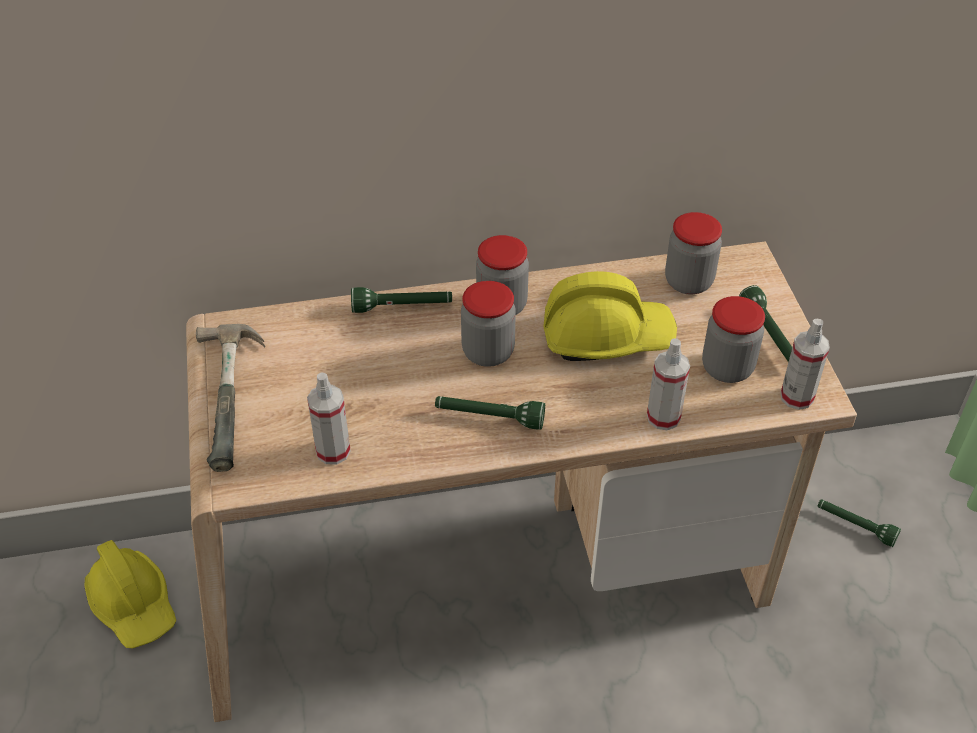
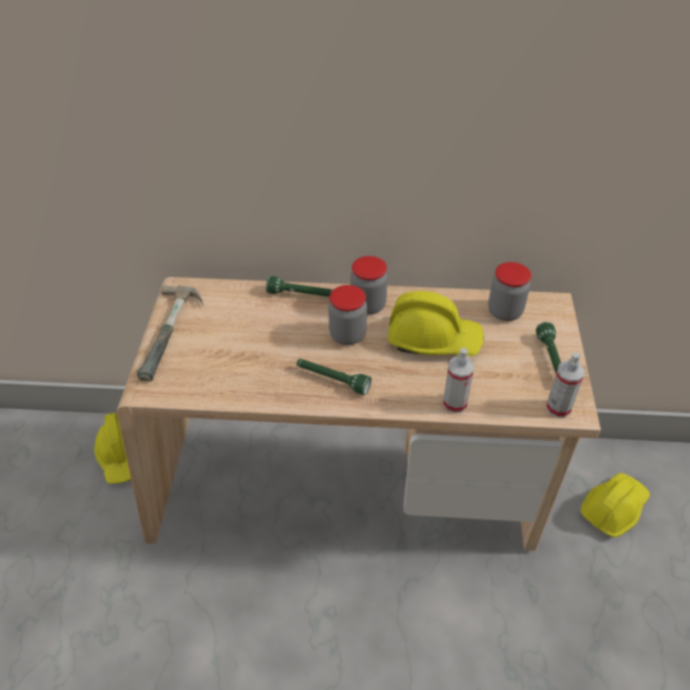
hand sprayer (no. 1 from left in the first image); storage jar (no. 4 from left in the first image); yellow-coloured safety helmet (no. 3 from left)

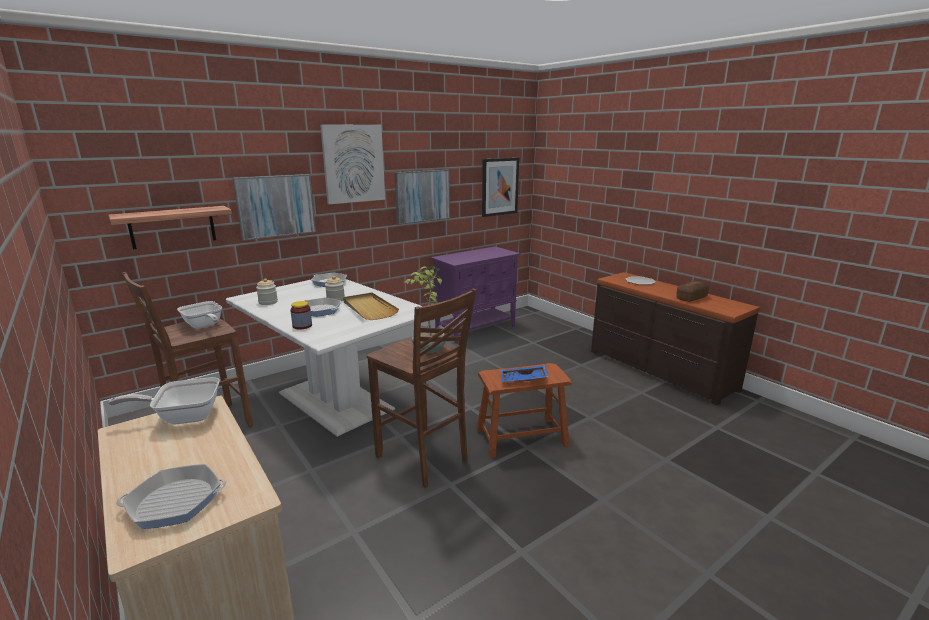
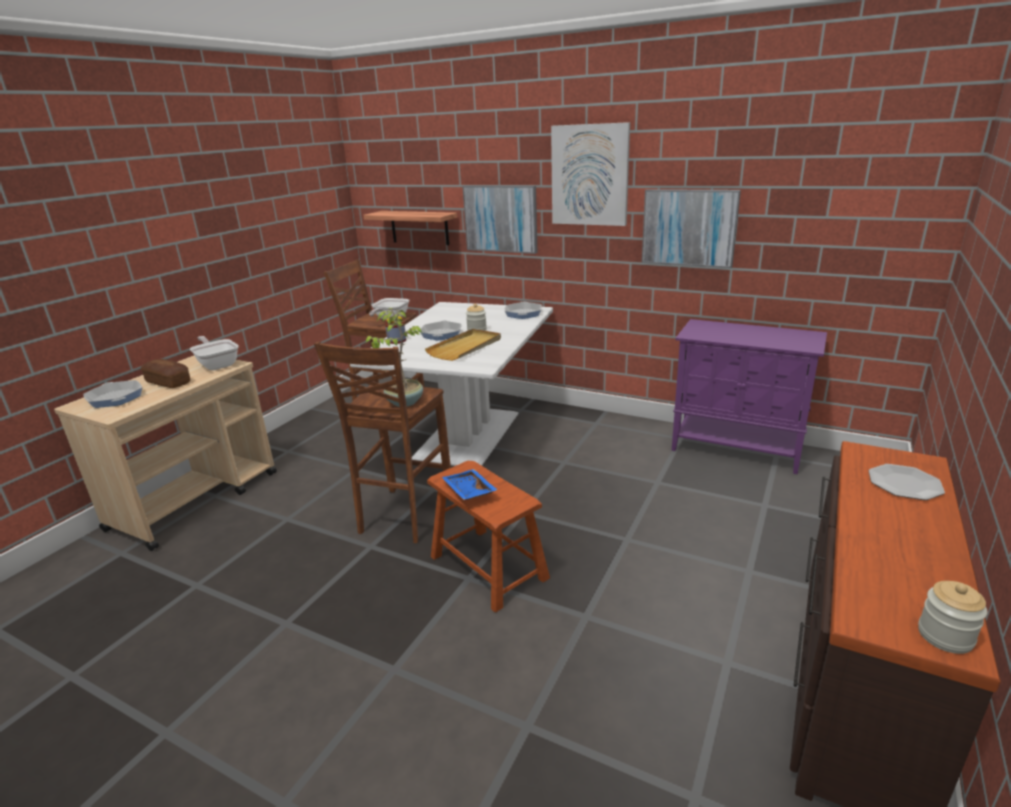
storage jar (no. 3 from left); wall picture (no. 4 from left in the first image); bread

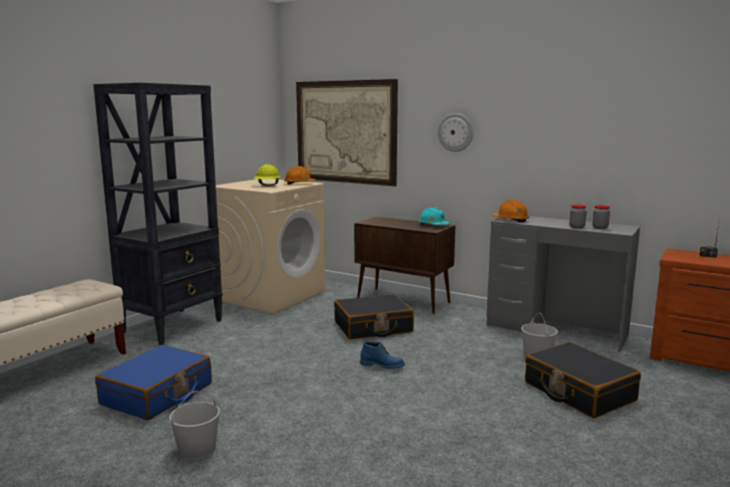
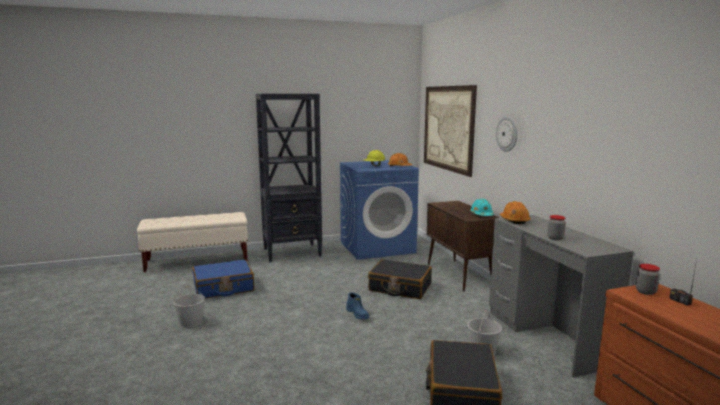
bluish washing machine; storage jar (no. 2 from left)

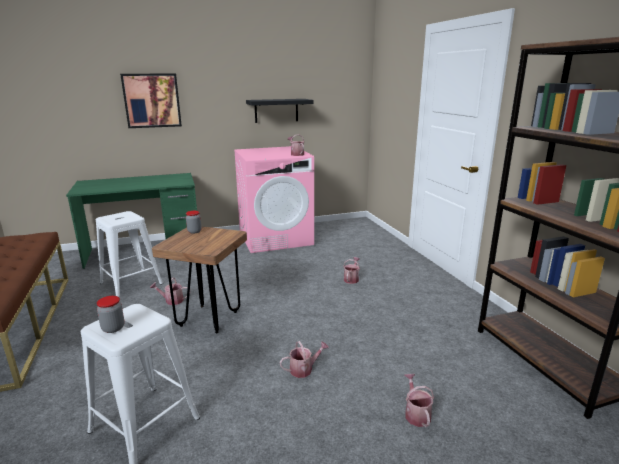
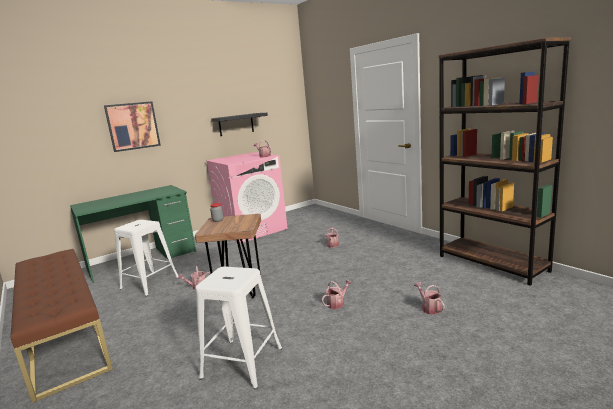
storage jar (no. 1 from left in the first image)

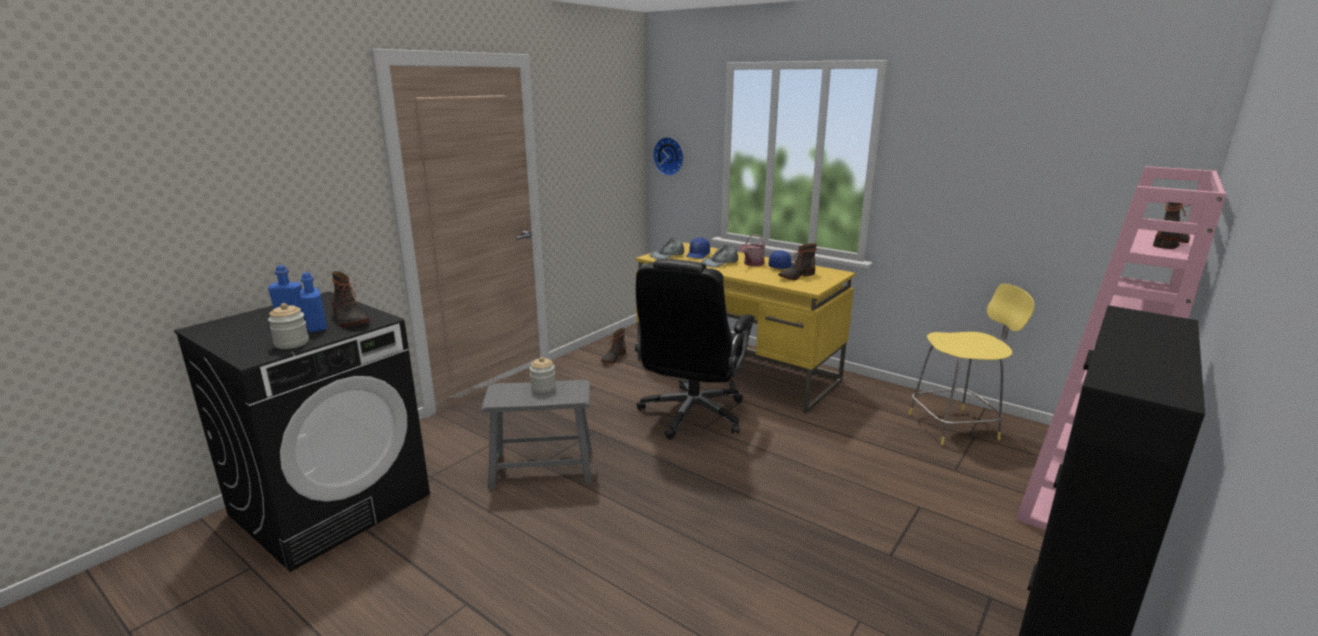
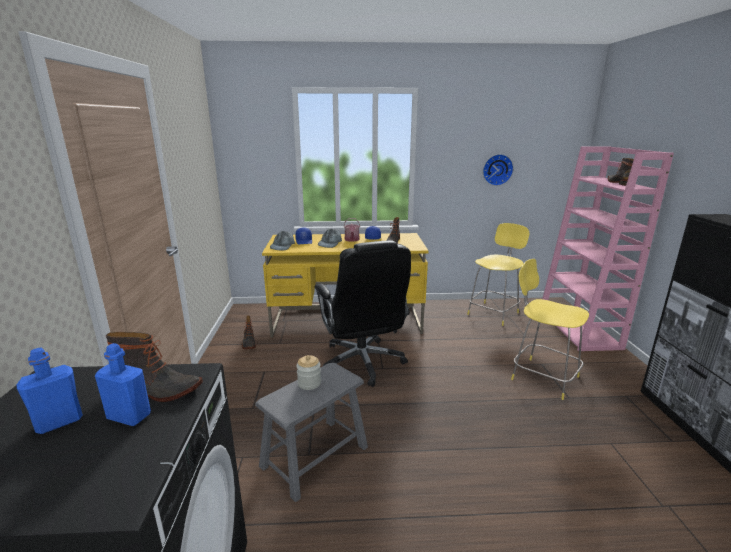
storage jar (no. 1 from left in the first image); hanging clock; yellow-coloured stool (no. 2 from left)

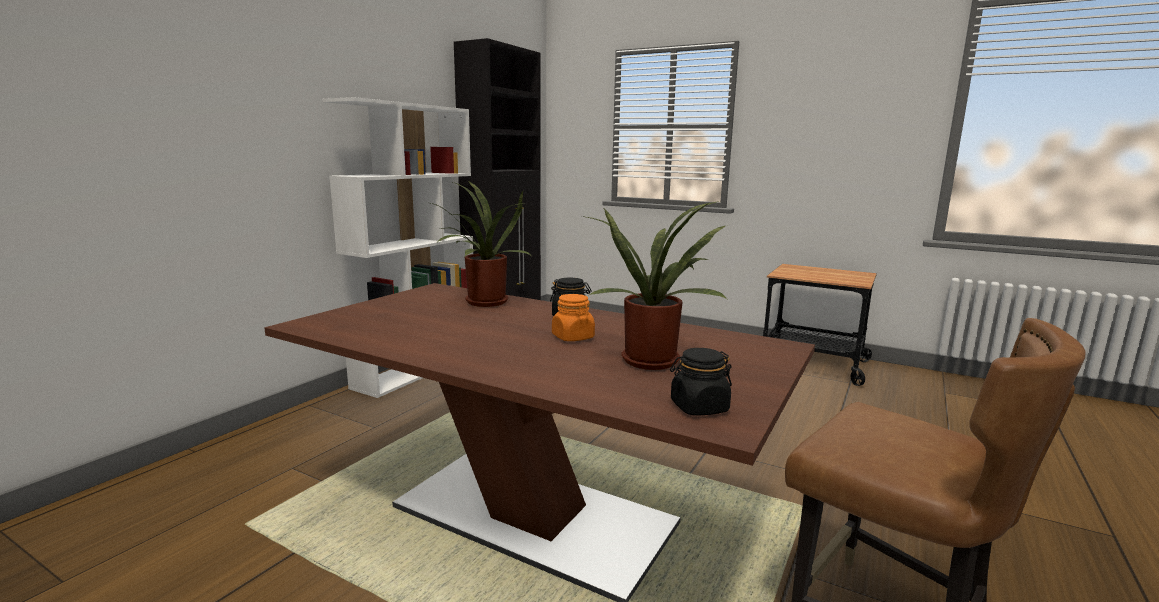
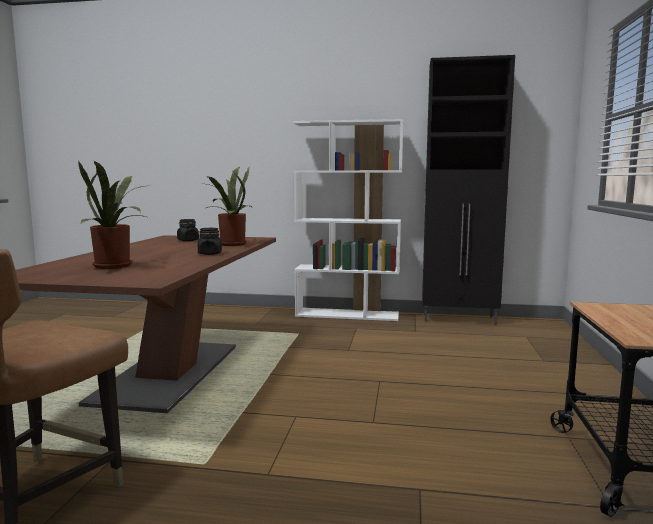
orange storage jar; blackish storage jar (no. 1 from left)

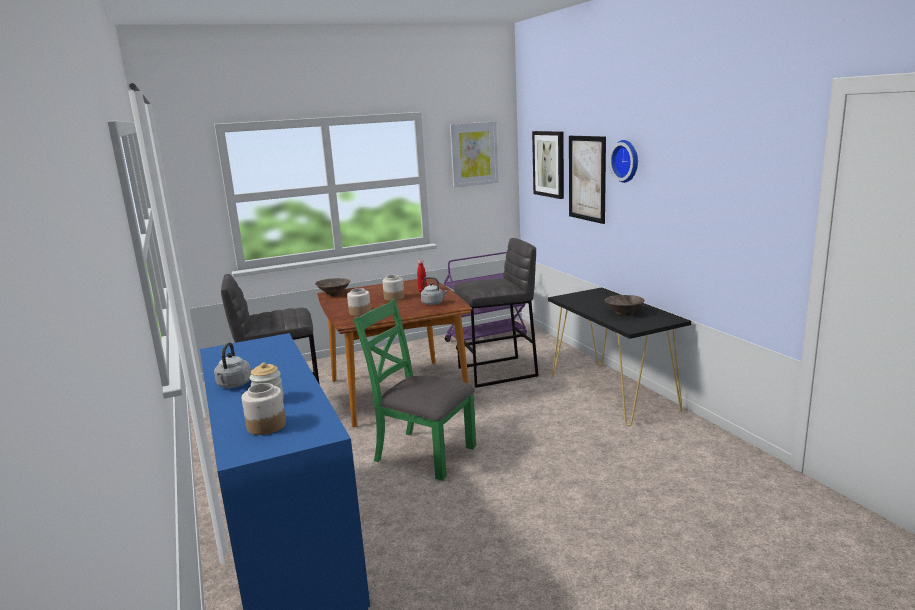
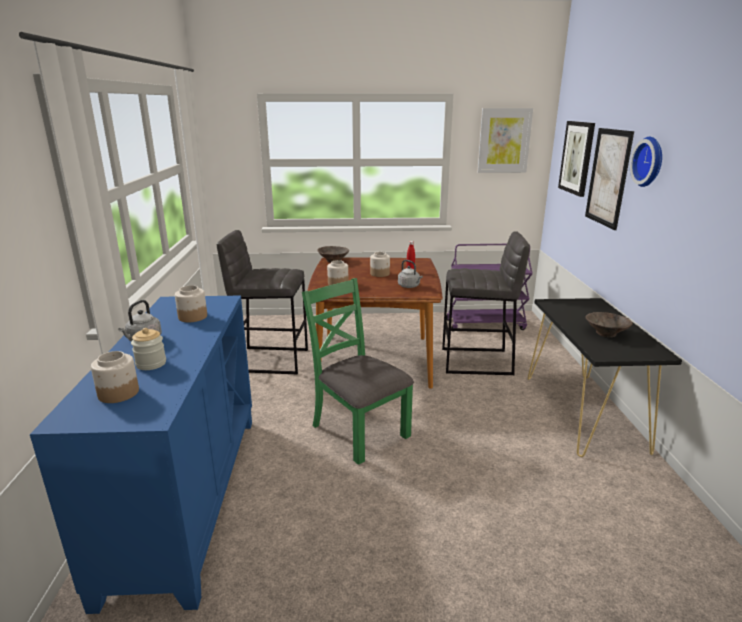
storage jar (no. 3 from left)

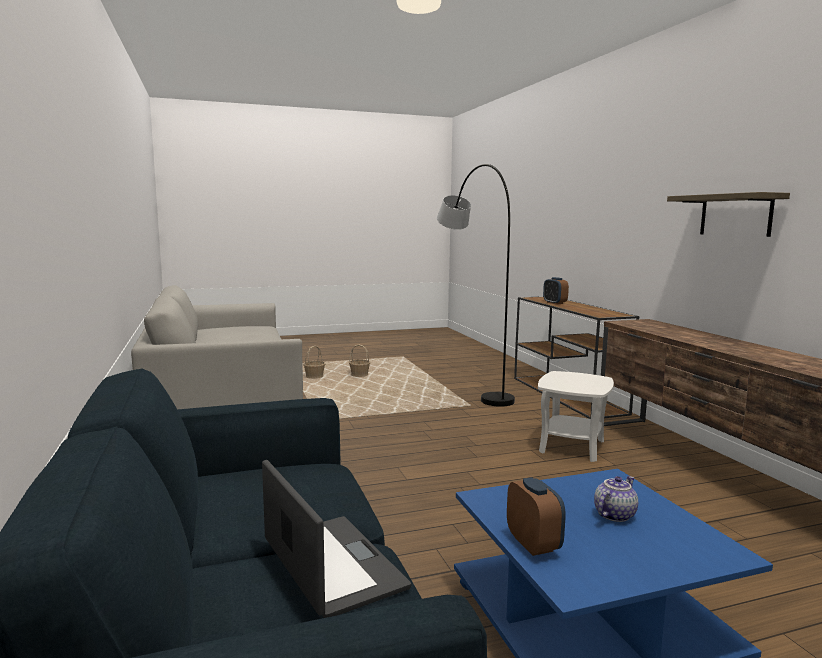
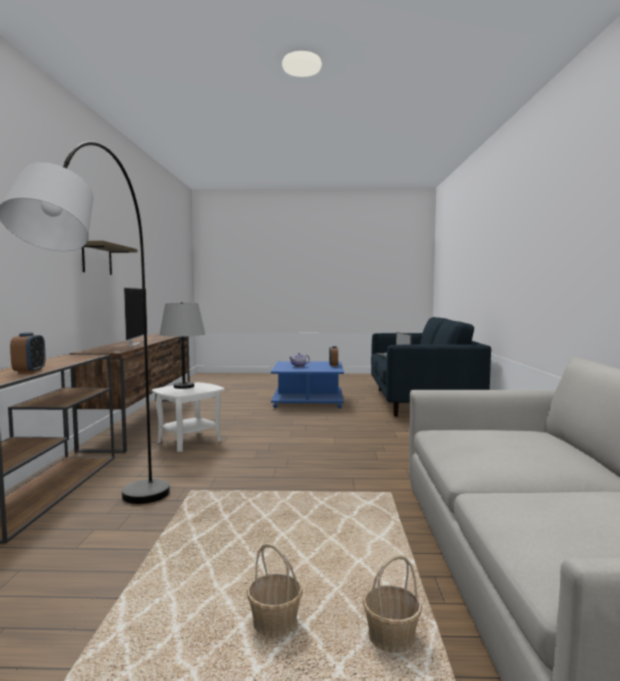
television; gray lamp for a table

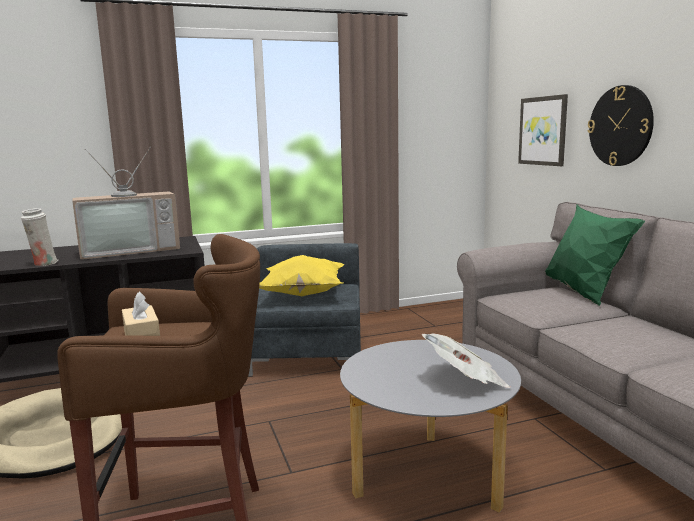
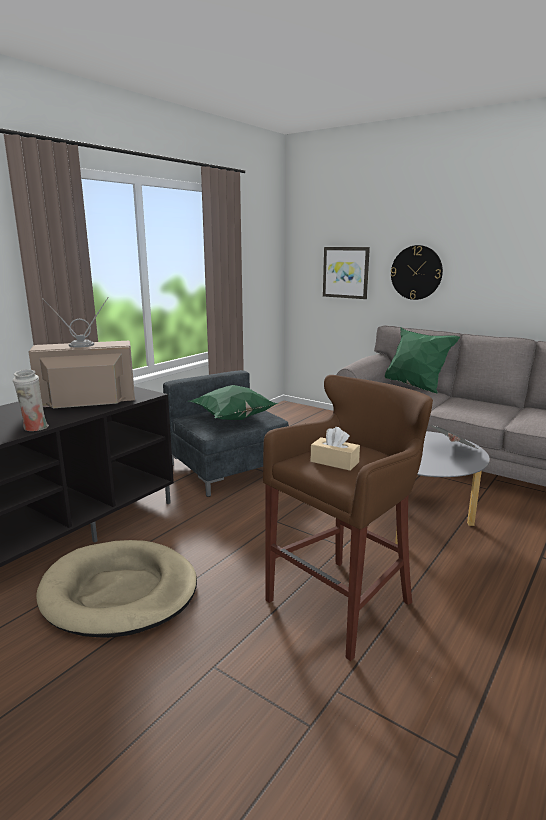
television; green throw pillow (no. 1 from left)

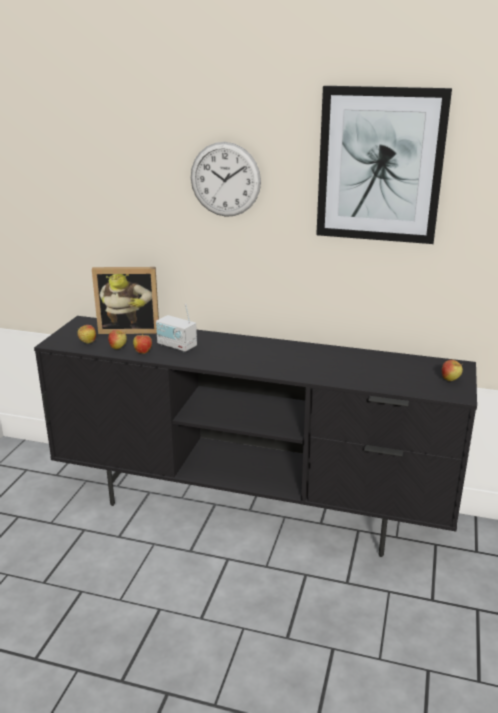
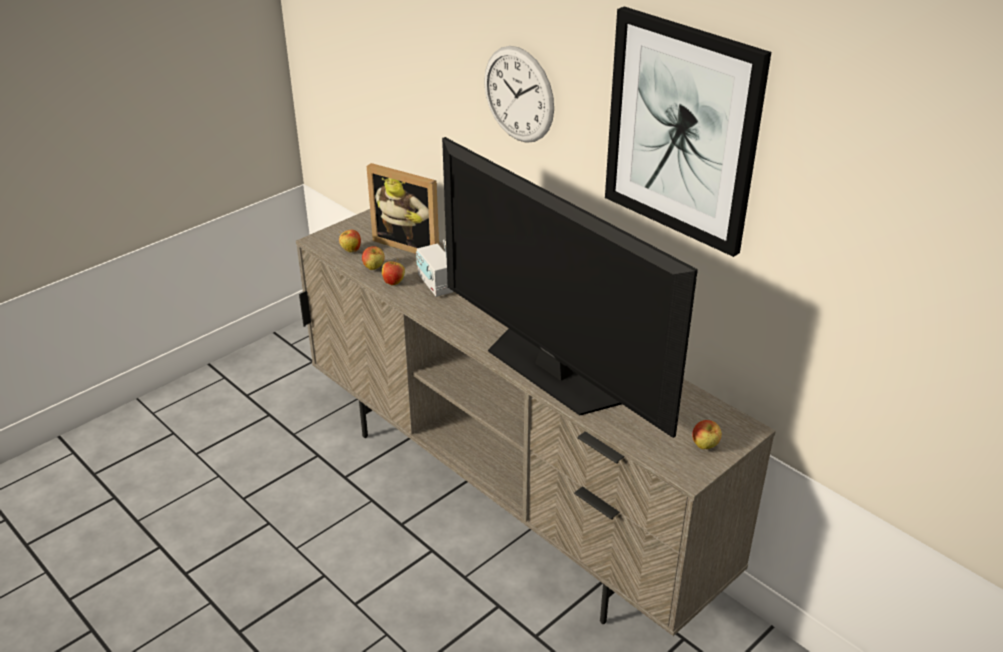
sand-coloured media console; television

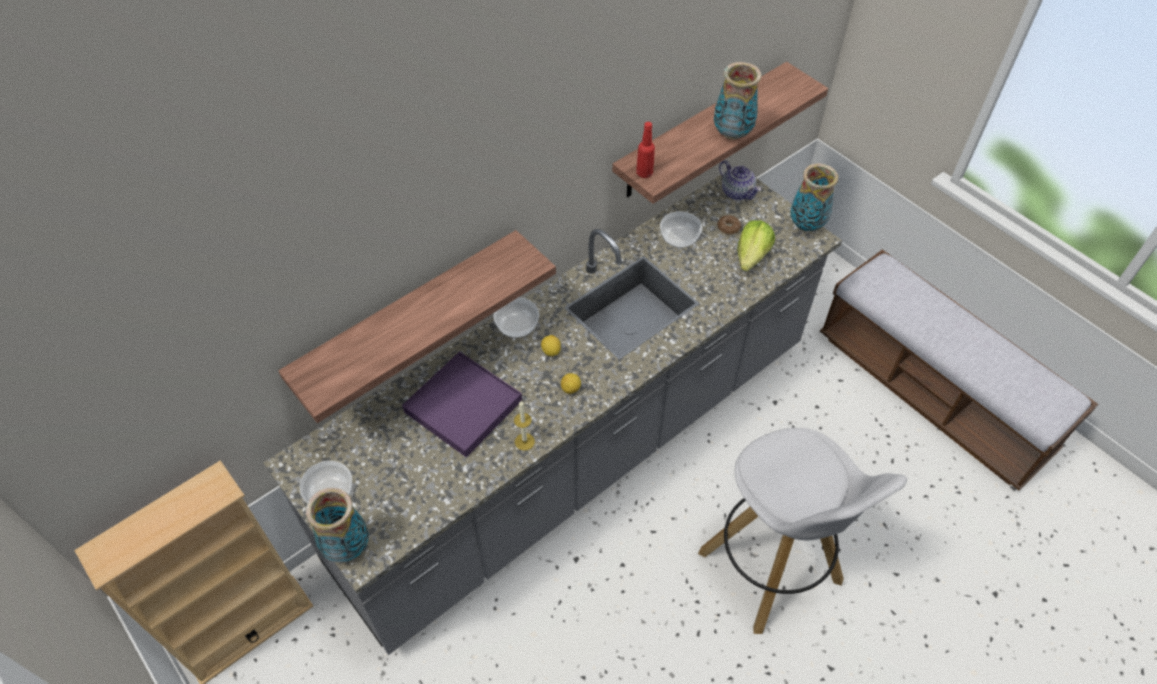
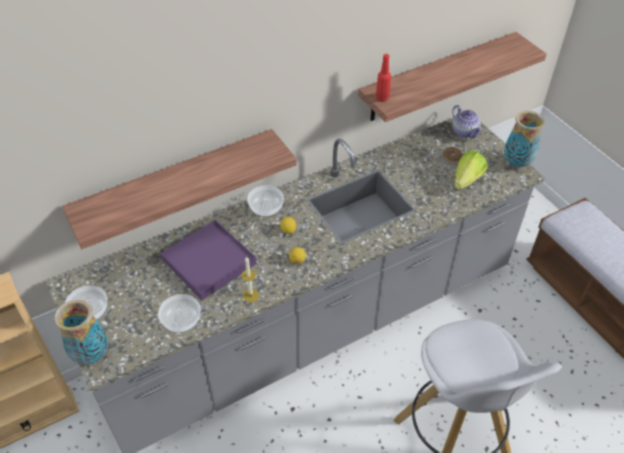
bowl (no. 2 from left); flower vase (no. 2 from left in the first image)

